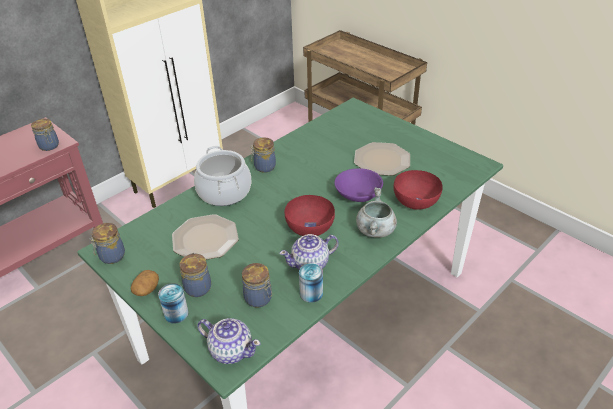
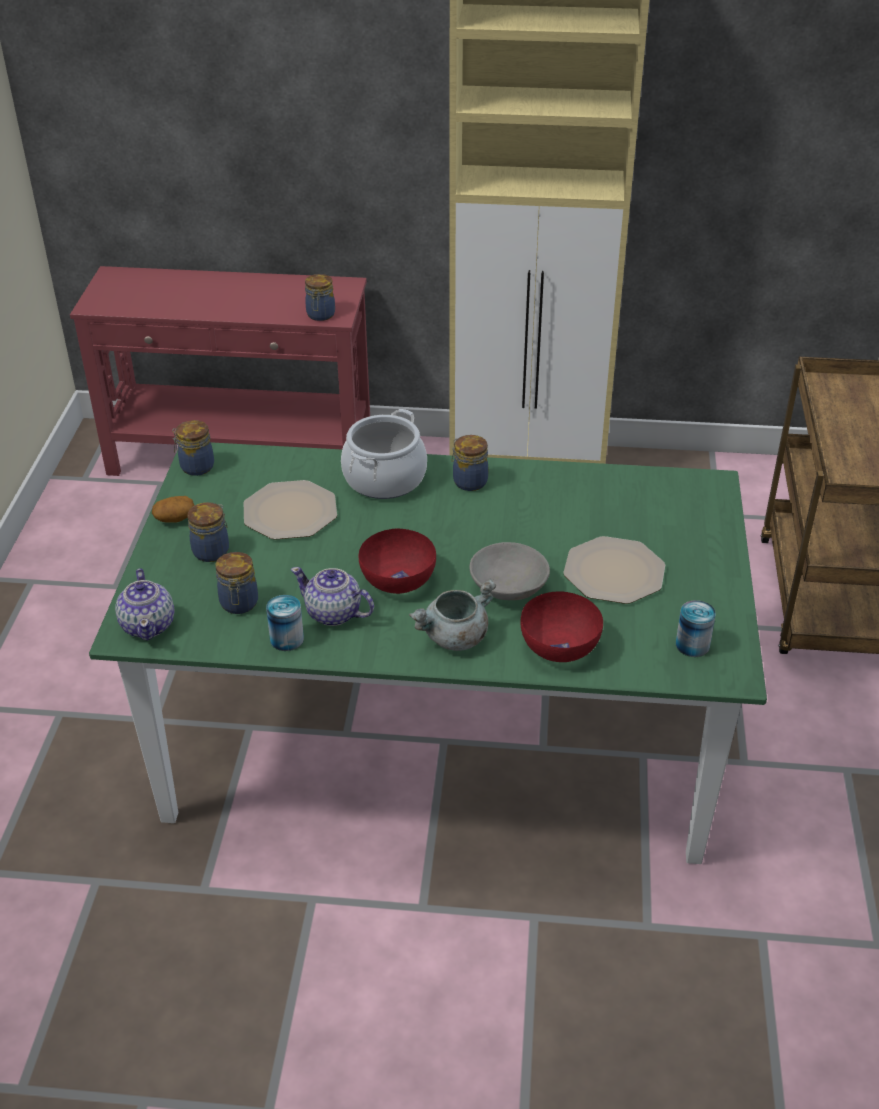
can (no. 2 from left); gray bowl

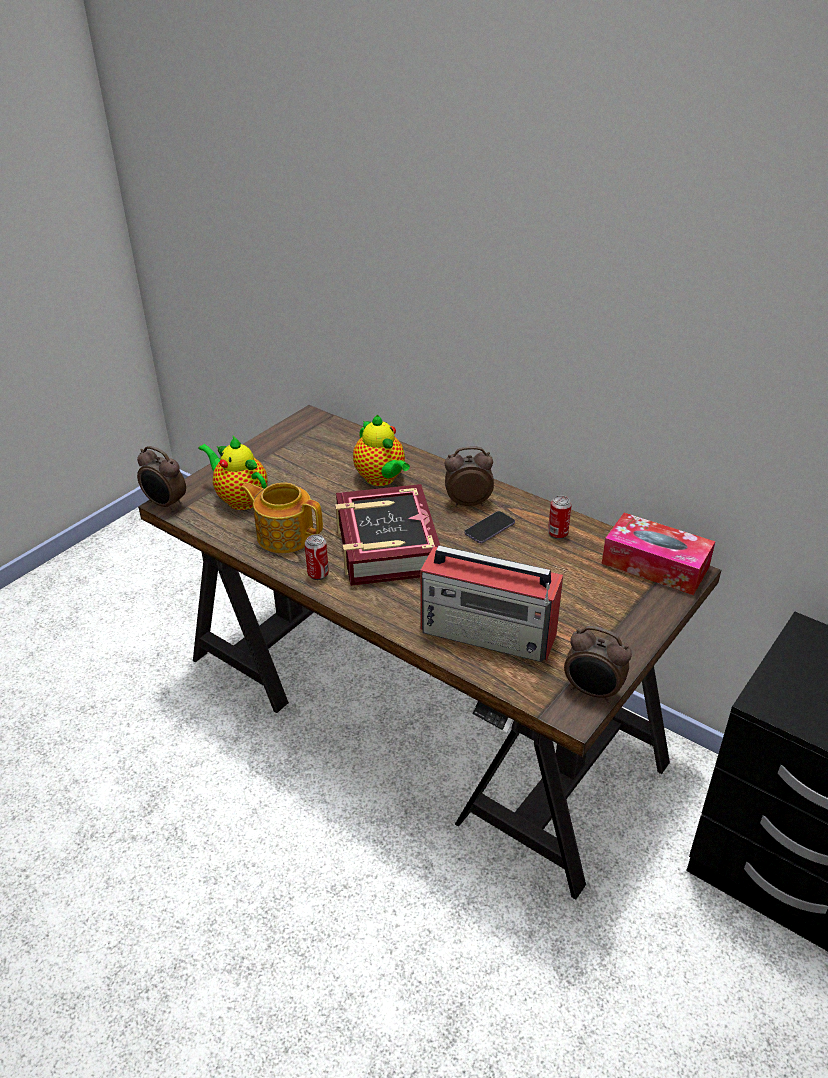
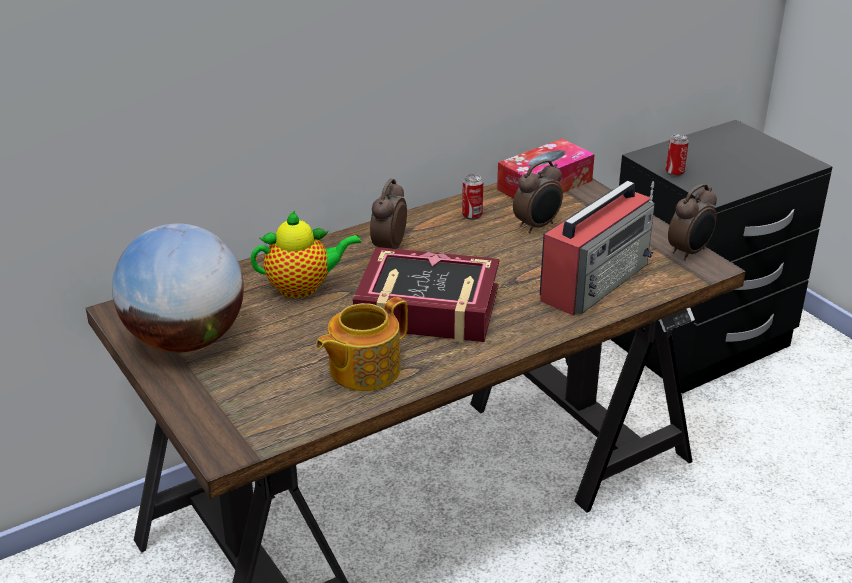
alarm clock (no. 2 from left); pot for tea (no. 1 from left in the first image); can (no. 2 from left); handset; desk globe

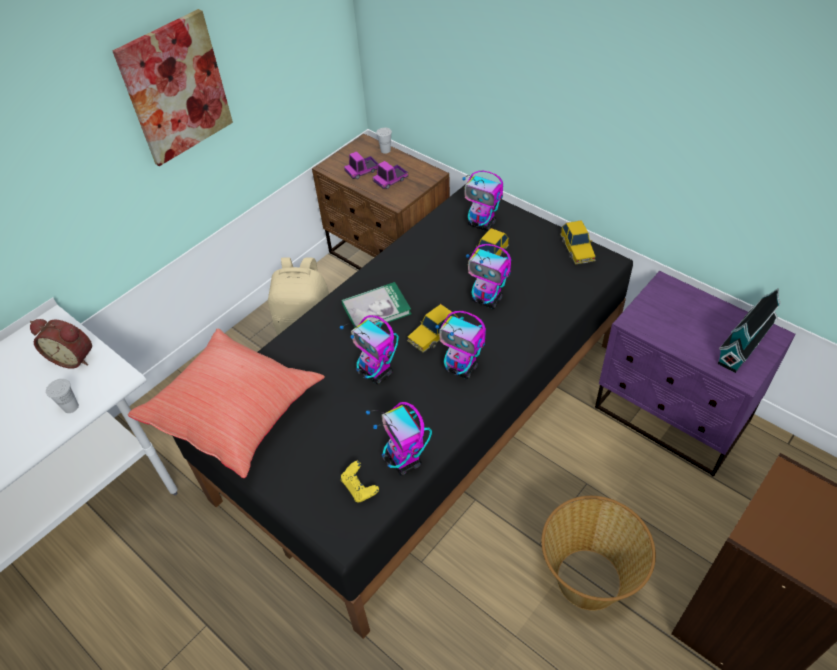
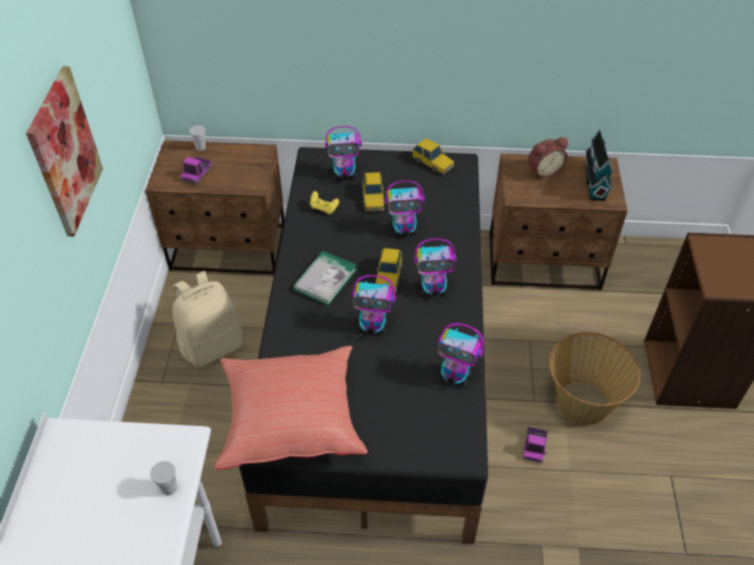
alarm clock; yellow-coloured game controller; model truck (no. 2 from left); brown bedside table (no. 2 from left)

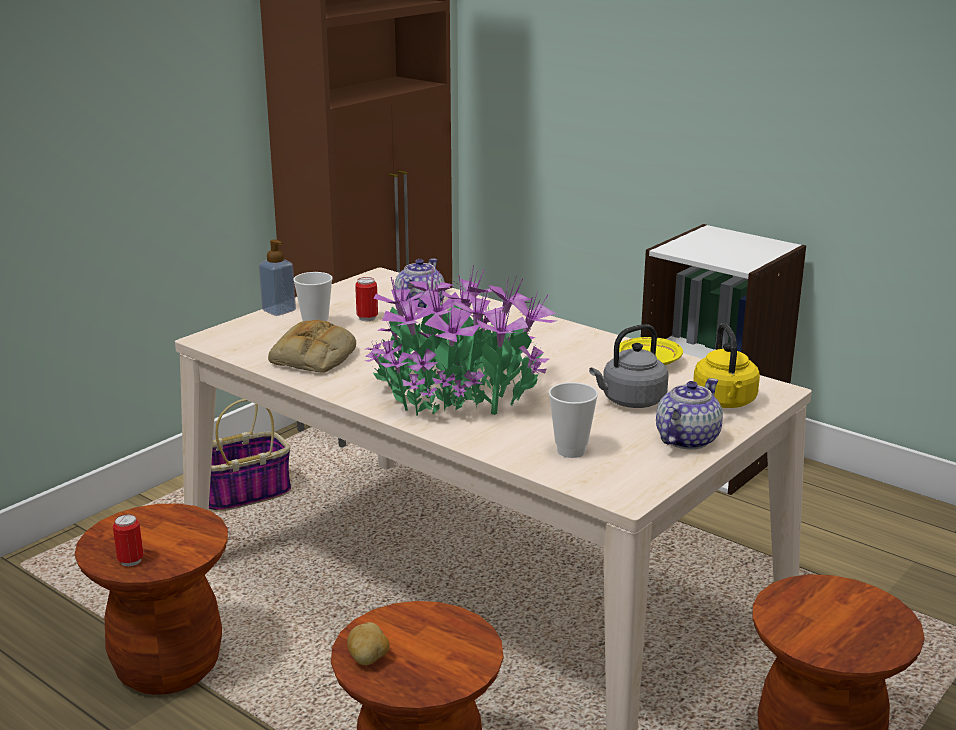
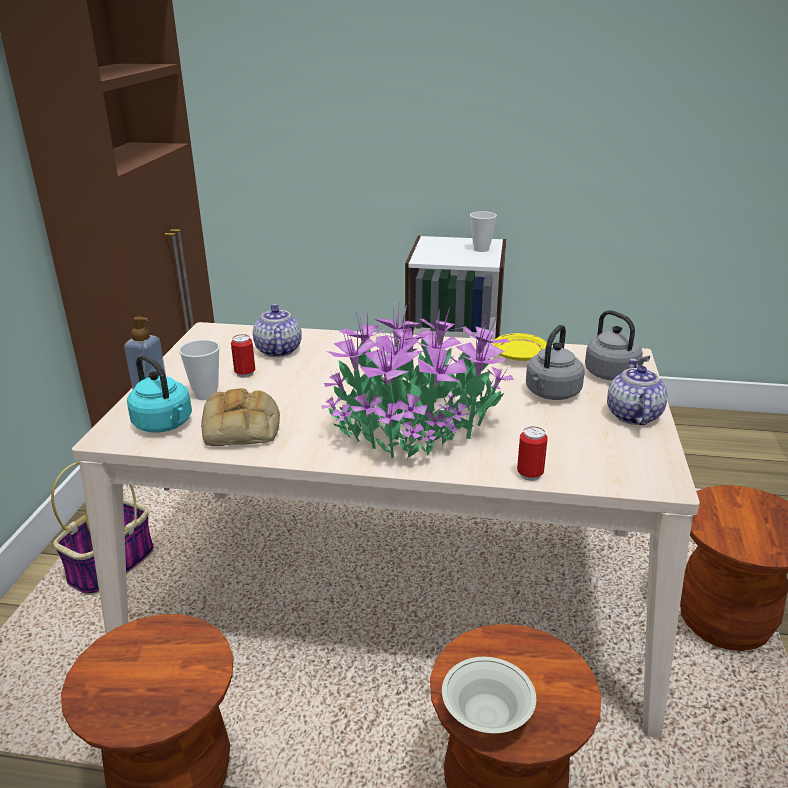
can (no. 2 from left); white-coloured bowl; small cup (no. 2 from left); gray water kettle (no. 2 from left); turquoise water kettle

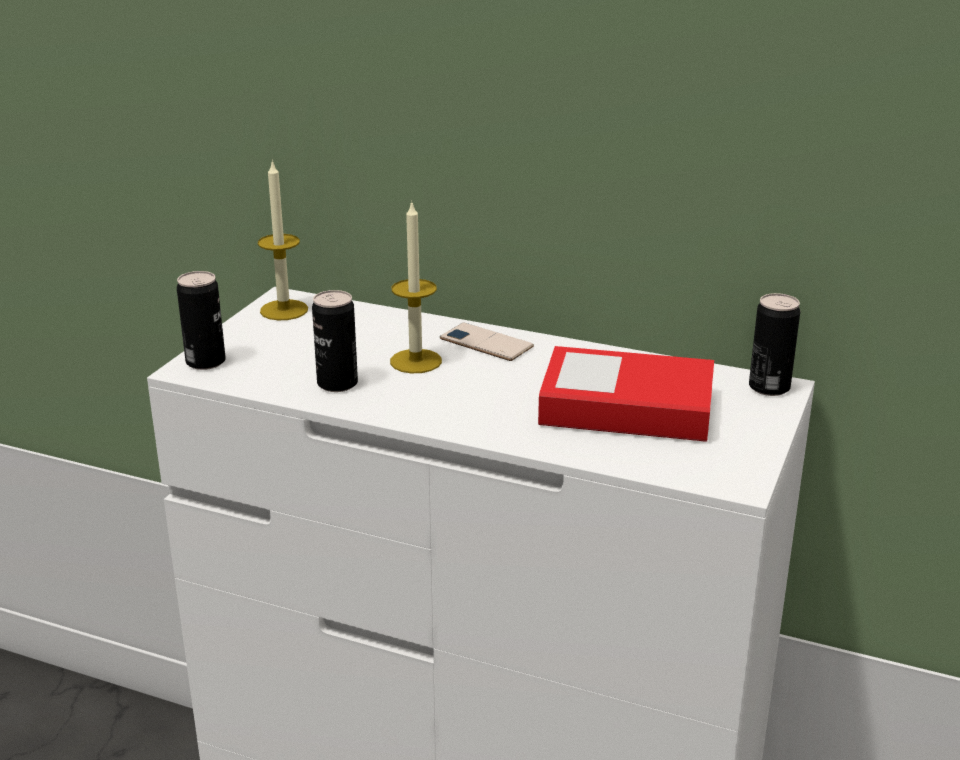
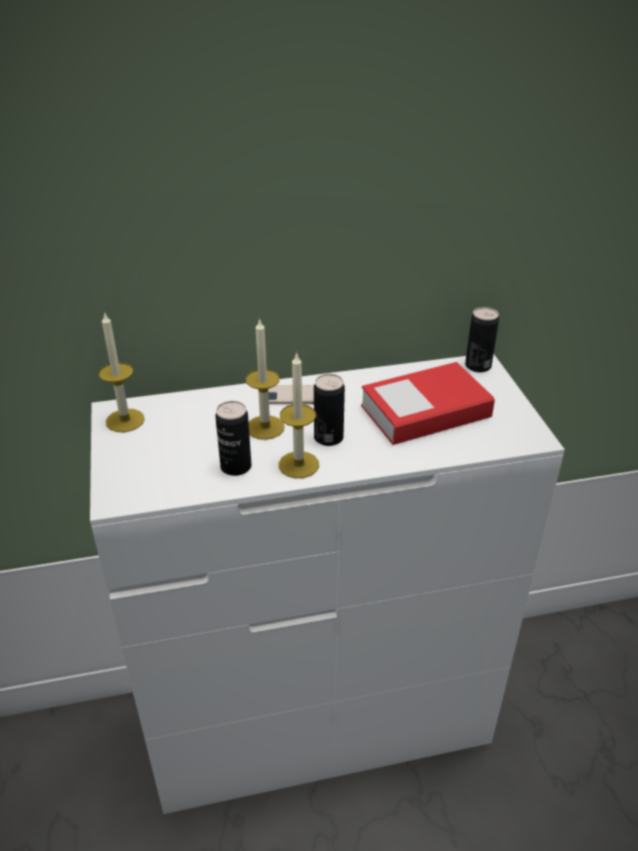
can (no. 2 from left); candle (no. 3 from left)

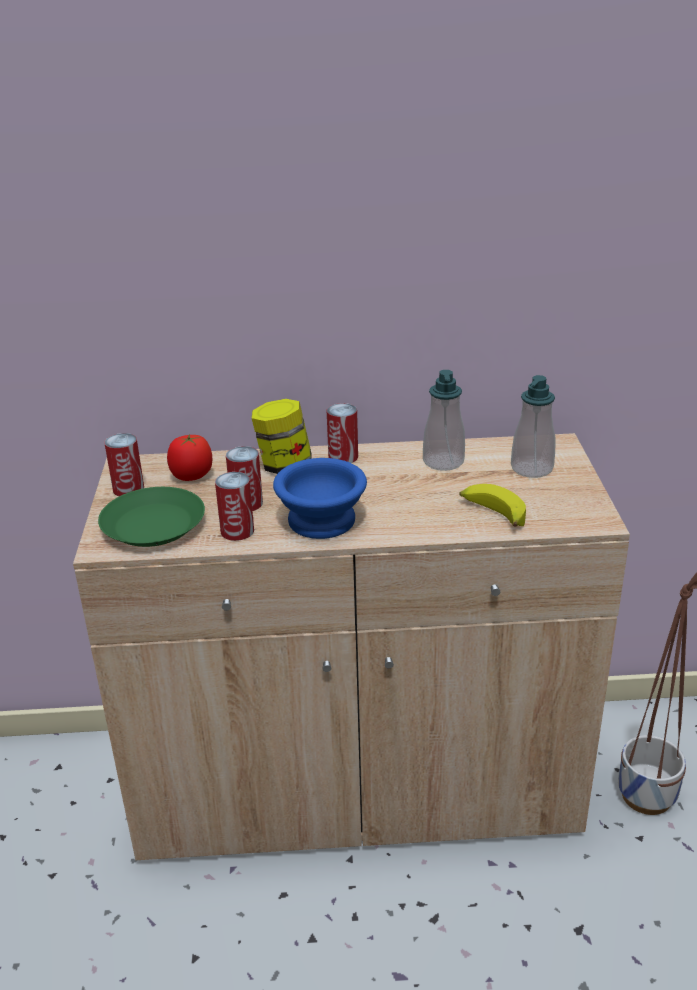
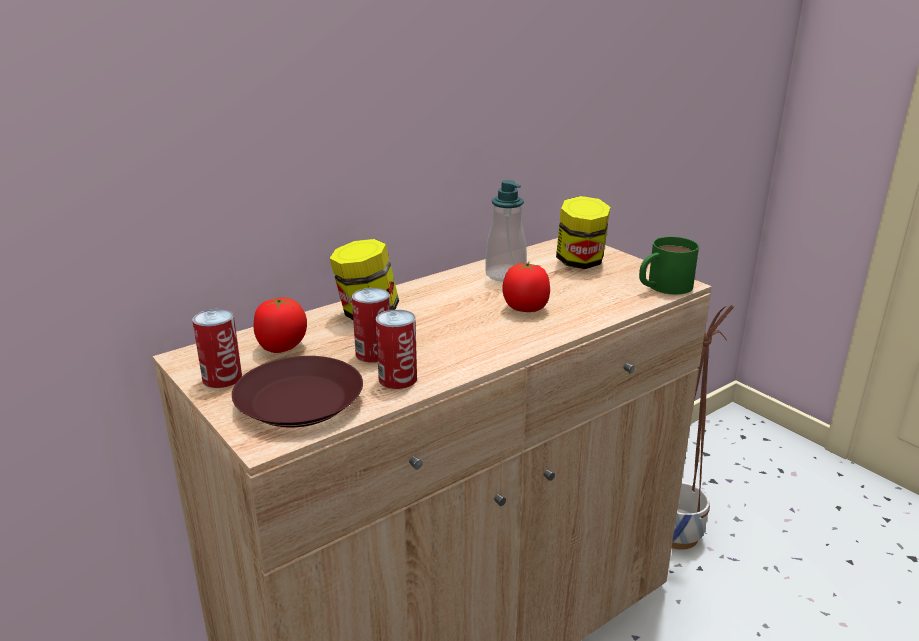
brown flat dish; bluish bowl; can (no. 4 from left in the first image); banana; storage jar (no. 2 from left); whole tomato (no. 2 from left); green coffee mug

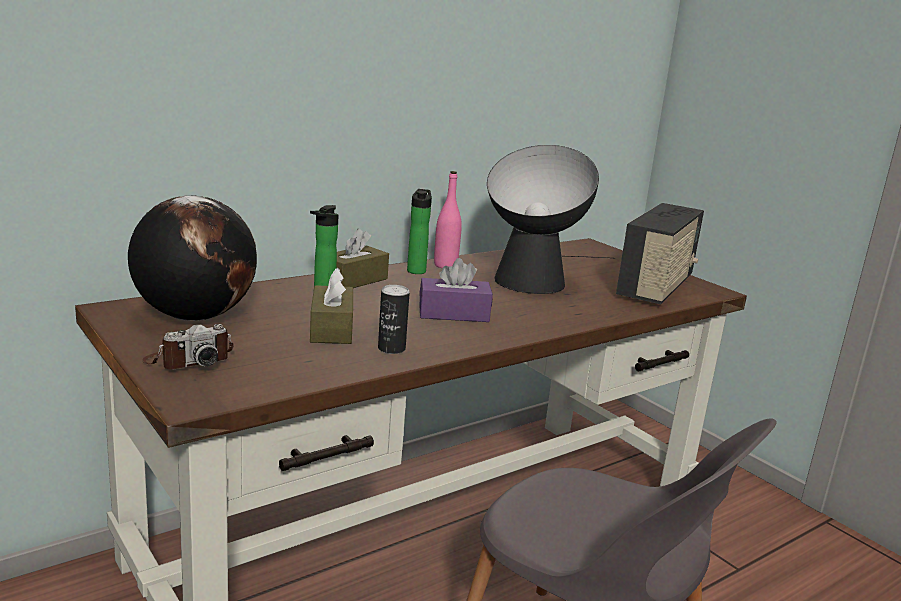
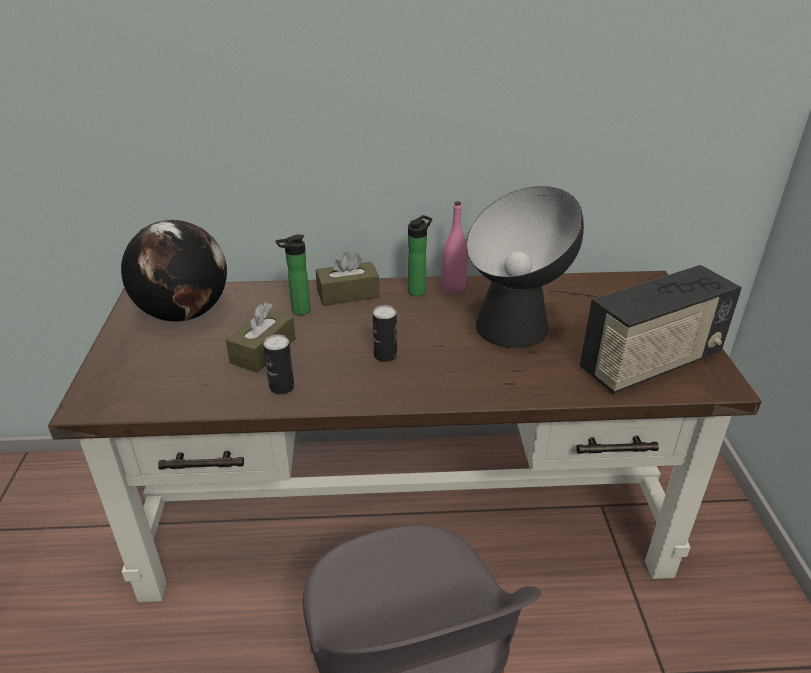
still camera; can (no. 2 from left)

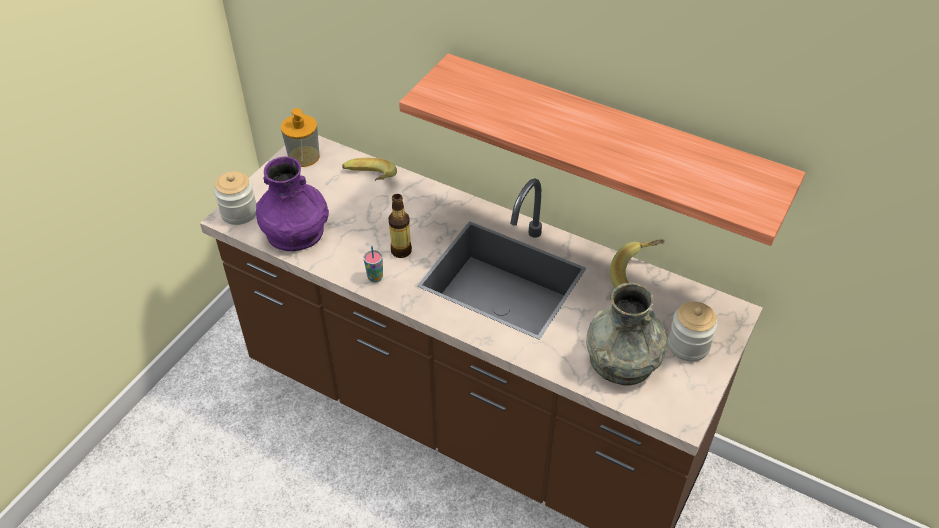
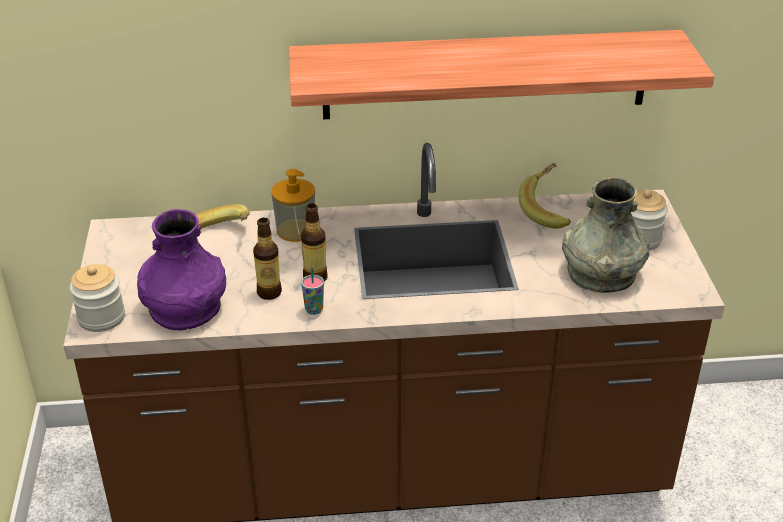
liquid soap bottle; drink bottle (no. 1 from left)

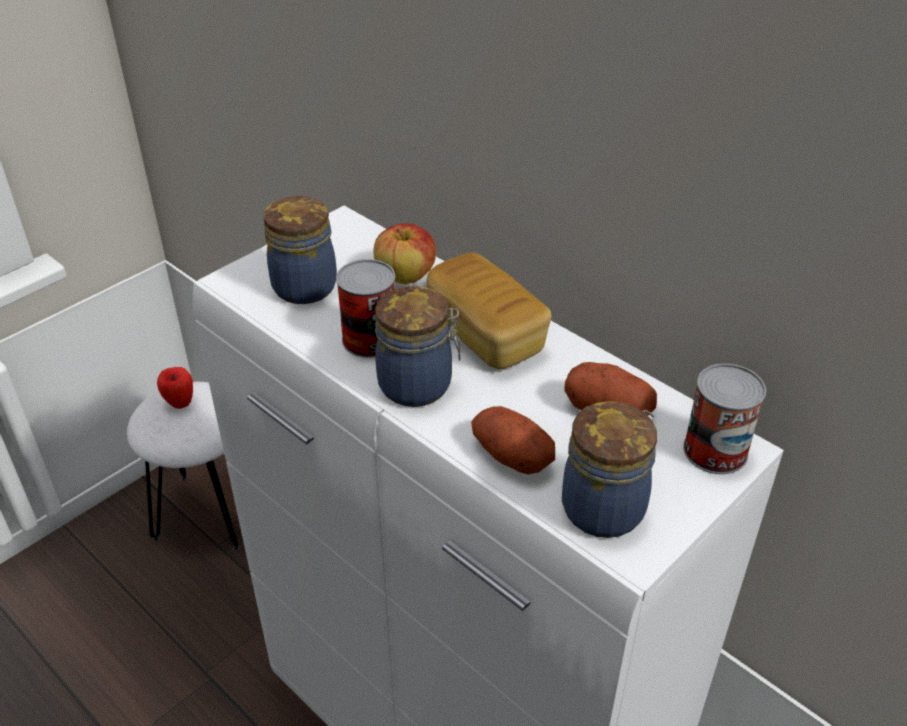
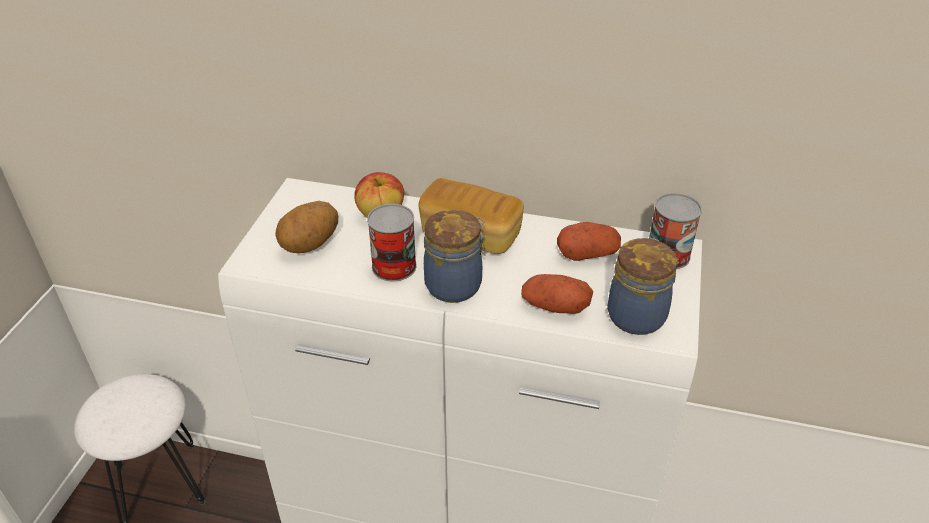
apple fruit (no. 1 from left in the first image); potato (no. 1 from left)

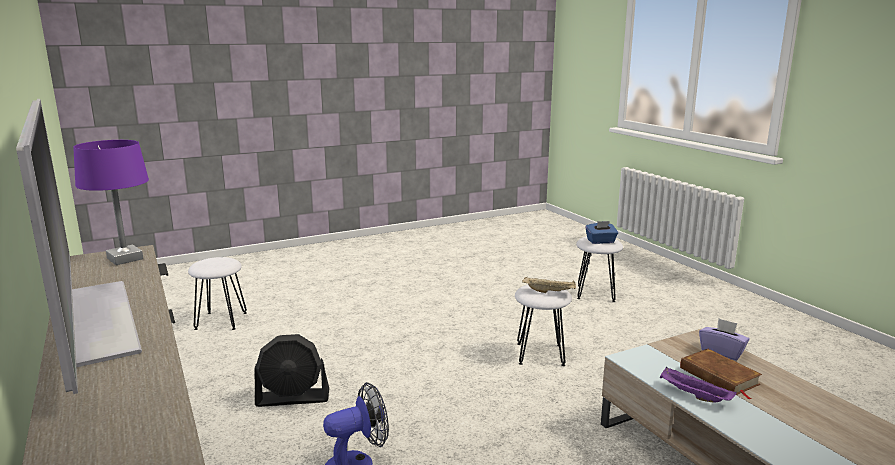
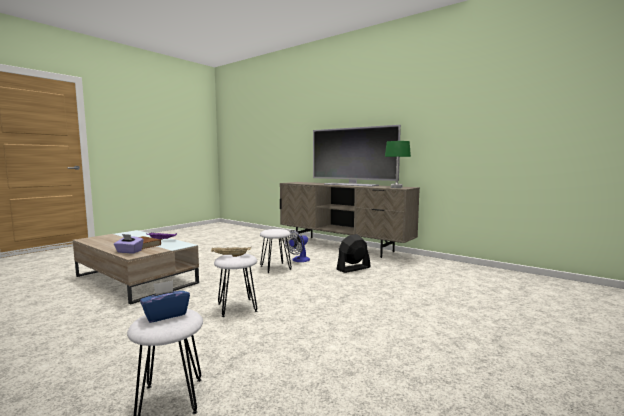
green lamp for a table; white-coloured stool (no. 3 from left)

